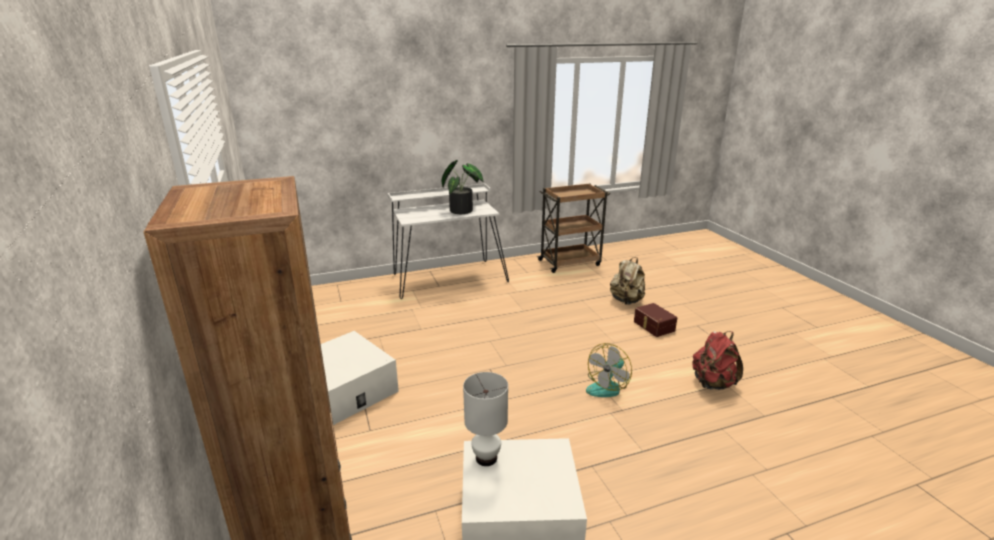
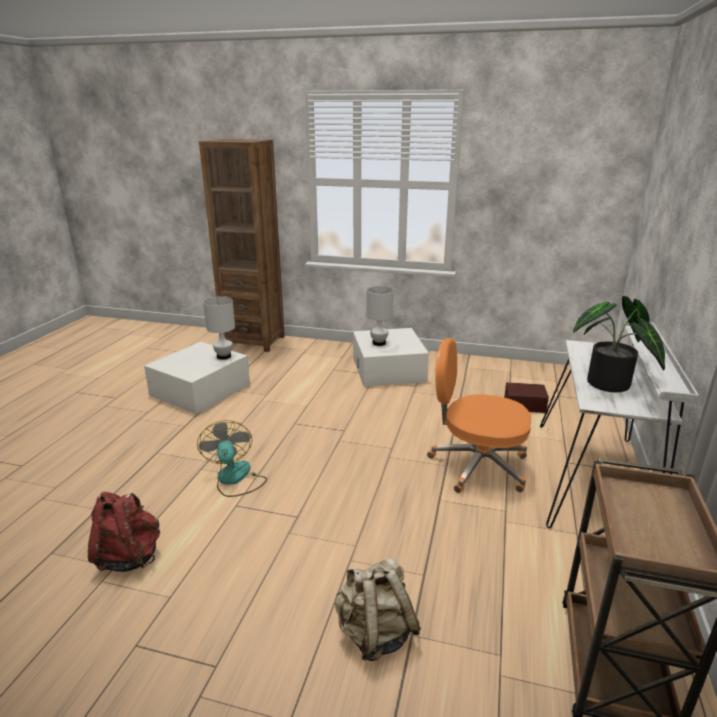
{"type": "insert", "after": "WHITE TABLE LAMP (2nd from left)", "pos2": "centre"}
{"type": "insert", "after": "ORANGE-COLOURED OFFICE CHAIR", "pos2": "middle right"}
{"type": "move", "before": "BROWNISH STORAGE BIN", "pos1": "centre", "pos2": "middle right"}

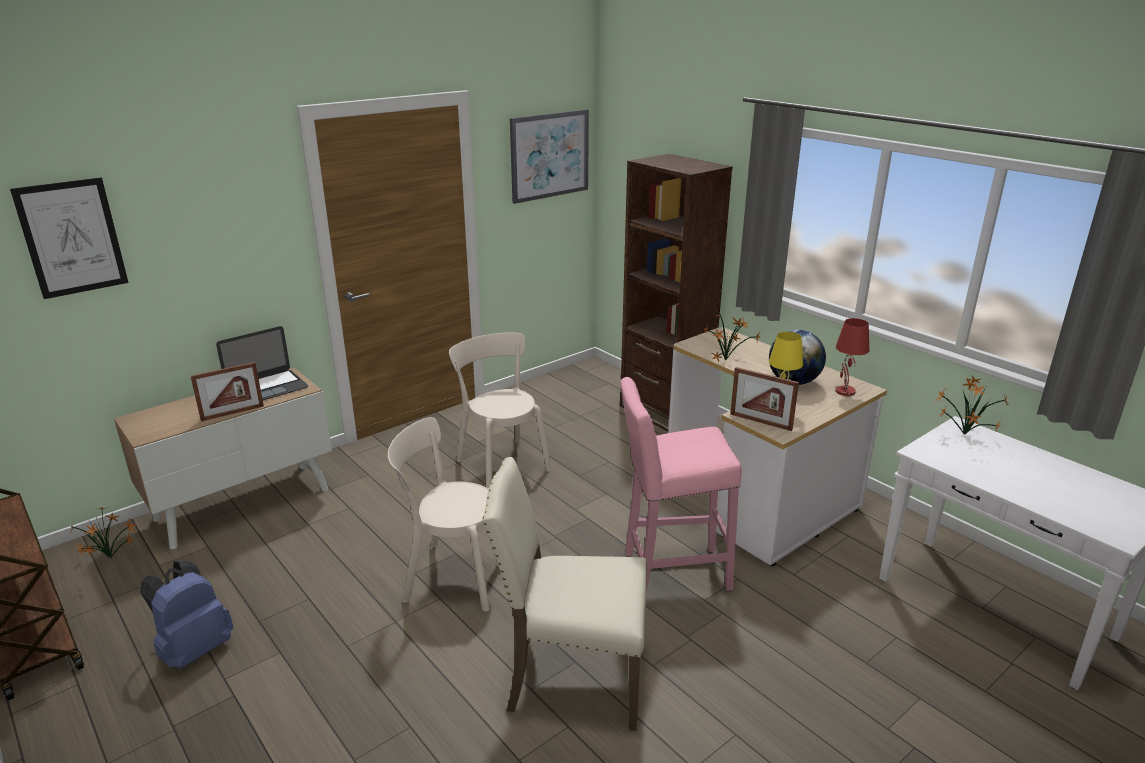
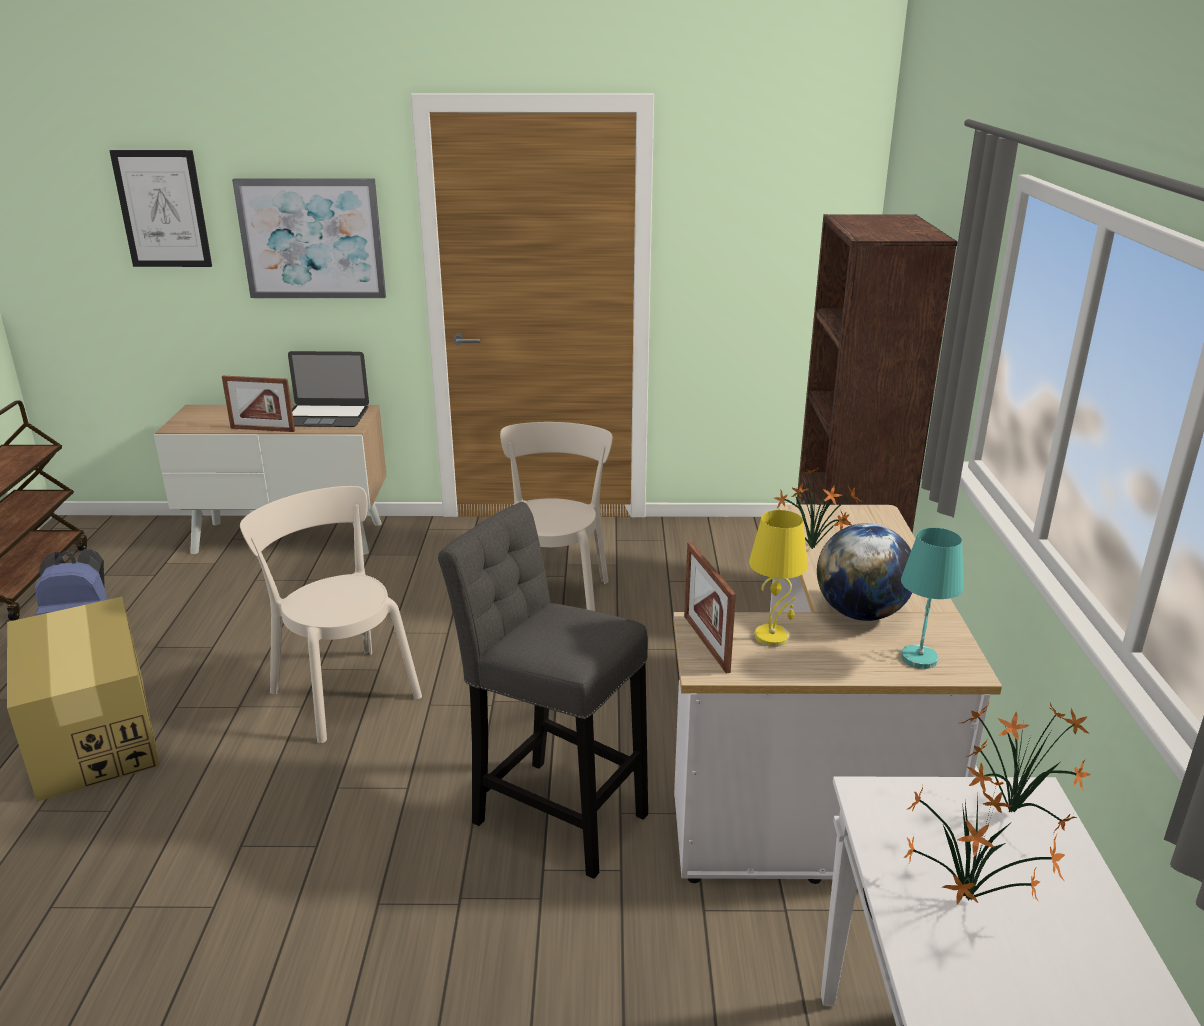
{"type": "delete", "before": "BEIGE UPRIGHT CHAIR (3rd from left)", "pos1": "bottom centre"}
{"type": "insert", "after": "CARDBOARD BOX", "pos2": "bottom left"}
{"type": "move", "before": "PLANT IN A POT (1st from left in the first image)", "after": "PLANT IN A POT (2nd from left)", "pos1": "bottom left", "pos2": "bottom right"}
{"type": "move", "before": "WALL PICTURE (2nd from left)", "pos1": "top centre", "pos2": "top left"}
{"type": "recolor", "before": "PINK-COLOURED STOOL SEAT", "after": "GREY STOOL SEAT", "pos1": "centre", "pos2": "bottom centre"}
{"type": "recolor", "before": "REDDISH TABLE LAMP", "after": "TURQUOISE TABLE LAMP", "pos1": "middle right", "pos2": "middle right"}

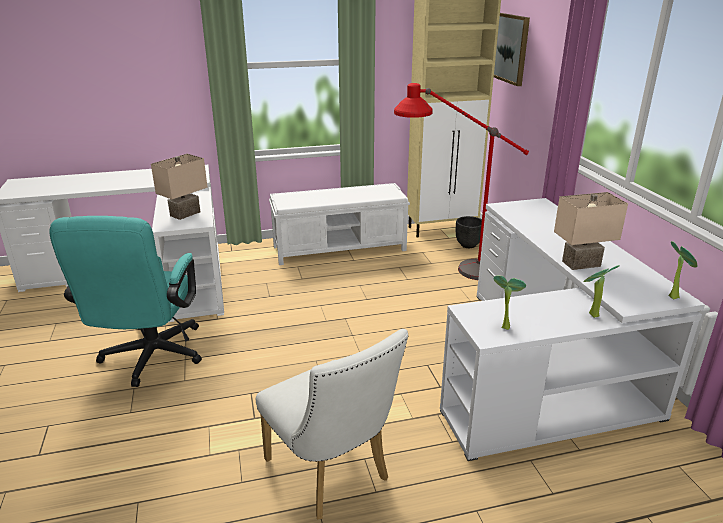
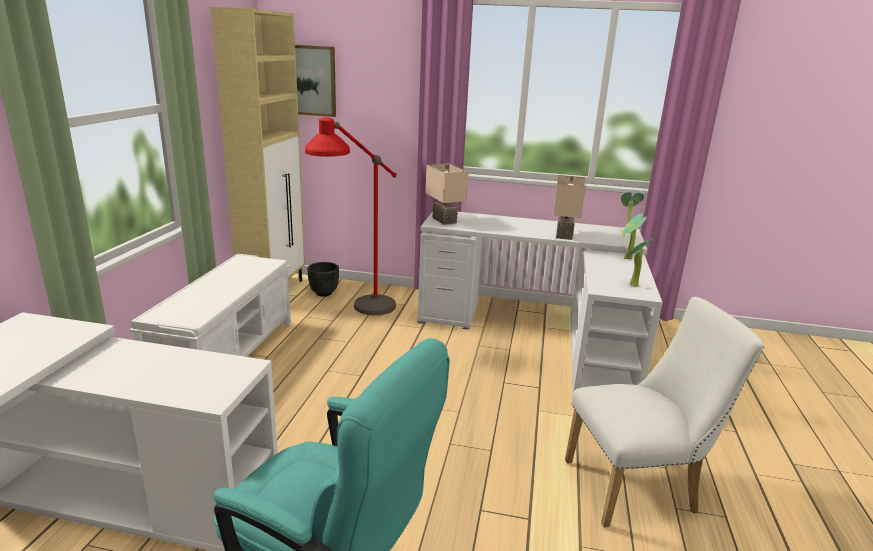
{"type": "move", "before": "BEIGE TABLE LAMP (1st from left)", "pos1": "middle left", "pos2": "centre"}

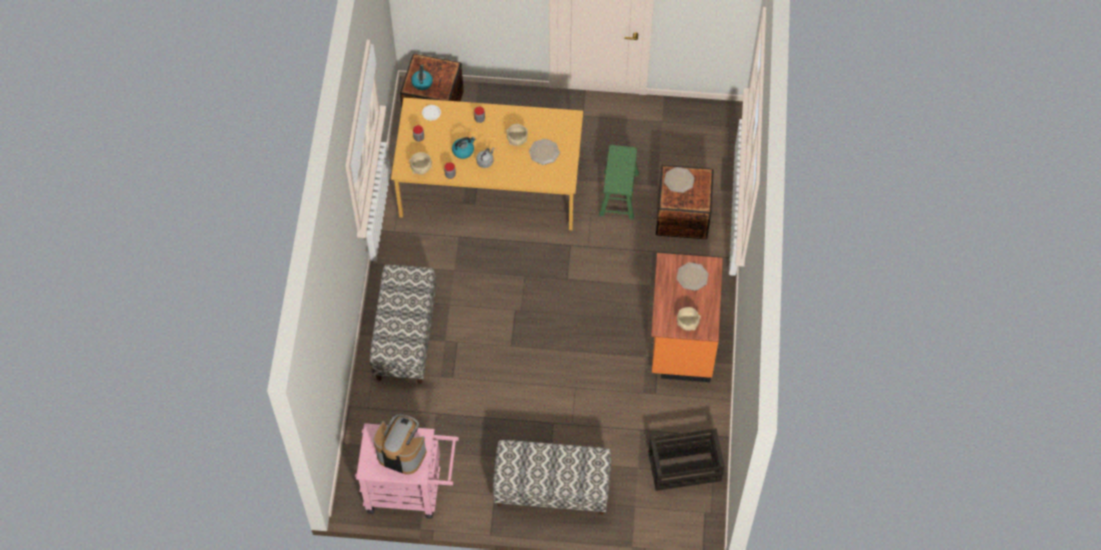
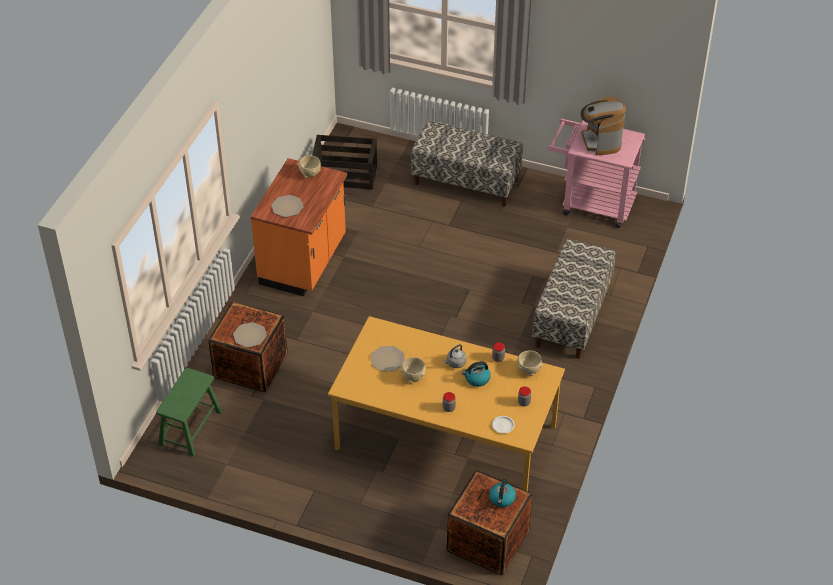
{"type": "move", "before": "GREEN-COLOURED STOOL SEAT", "pos1": "top centre", "pos2": "bottom left"}
{"type": "rotate", "before": "COFFEE MACHINE", "pos1": "bottom centre", "pos2": "top right", "turn": 45}

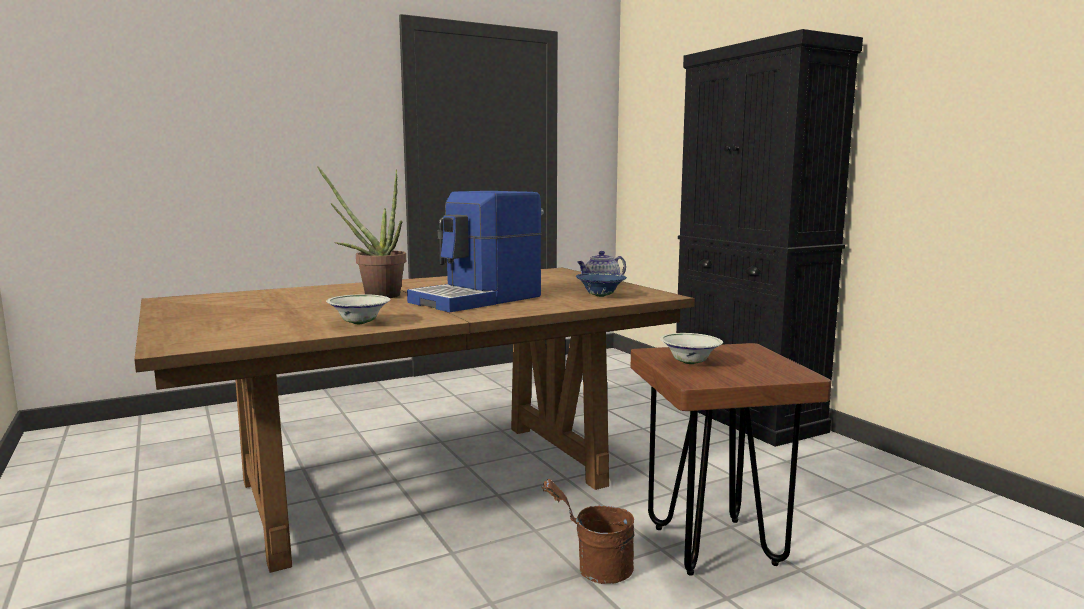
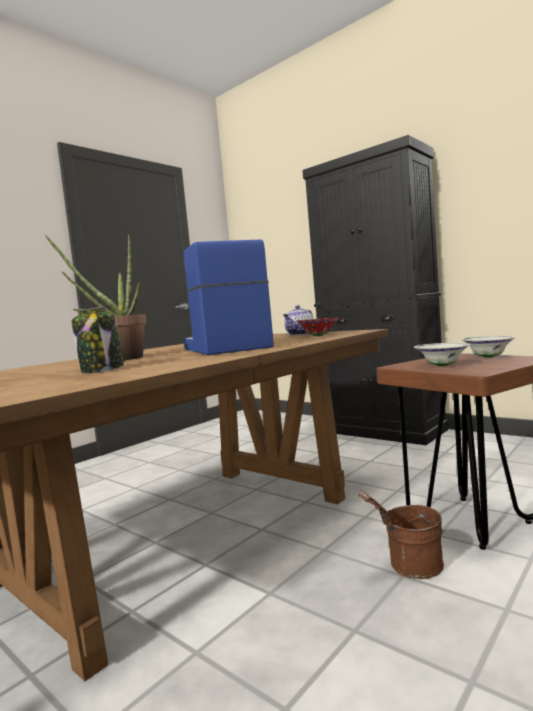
{"type": "insert", "after": "JAR", "pos2": "middle left"}
{"type": "move", "before": "WHITE DEEP DISH (1st from left in the first image)", "after": "WHITE DEEP DISH (2nd from left)", "pos1": "middle left", "pos2": "middle right"}
{"type": "recolor", "before": "BLUE-COLOURED DEEP DISH", "after": "REDDISH DEEP DISH", "pos1": "centre", "pos2": "centre"}
{"type": "rotate", "before": "COFFEE MACHINE", "pos1": "centre", "pos2": "centre", "turn": 135}

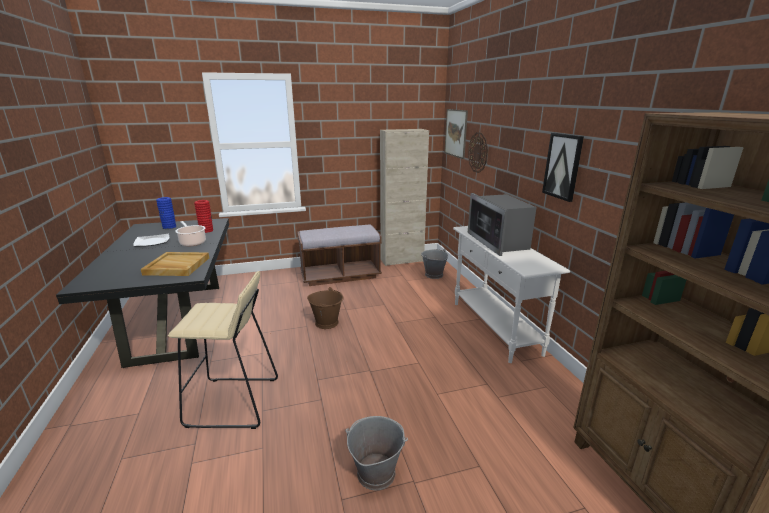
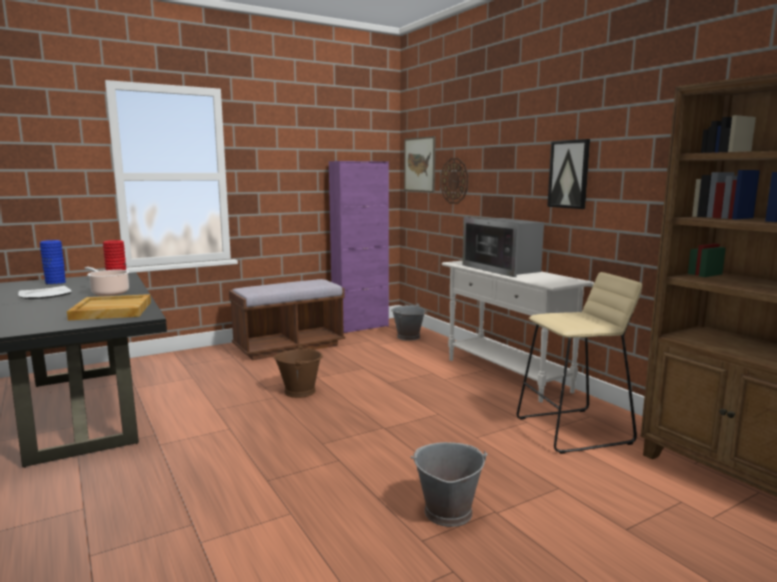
{"type": "move", "before": "BEIGE STOOL SEAT", "pos1": "bottom left", "pos2": "middle right"}
{"type": "recolor", "before": "BEIGE CUPBOARD", "after": "PURPLE CUPBOARD", "pos1": "centre", "pos2": "centre"}

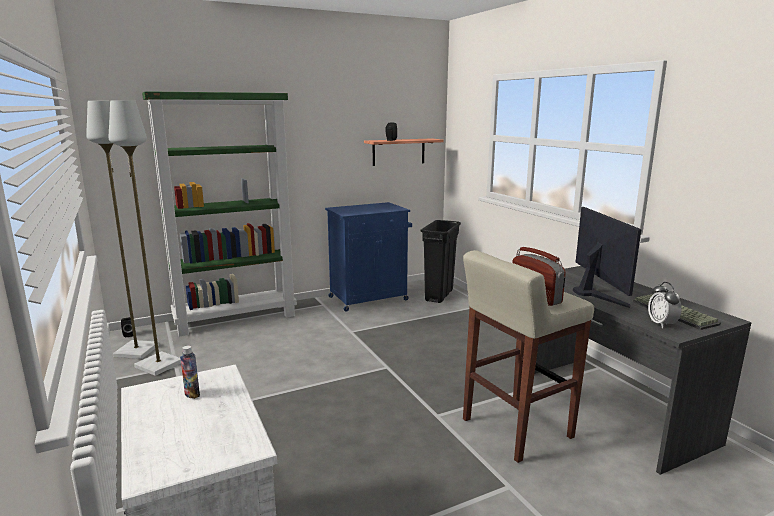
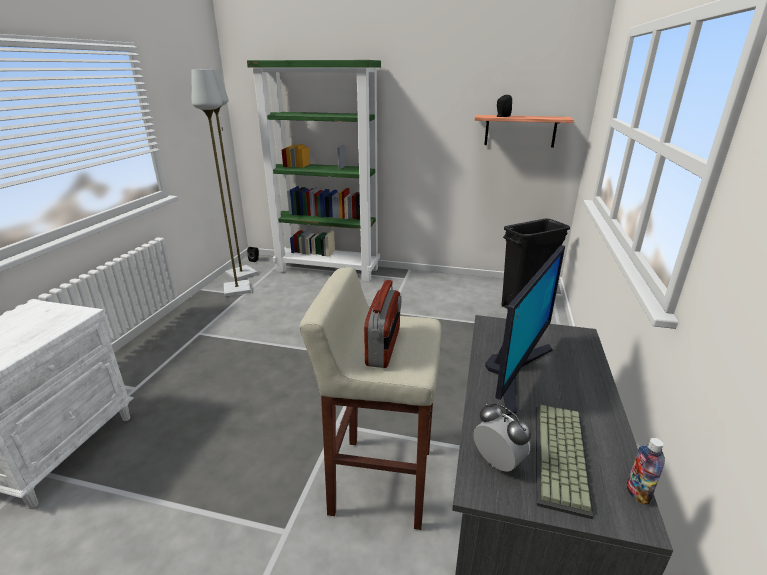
{"type": "delete", "before": "BLUE-COLOURED CUPBOARD", "pos1": "centre"}
{"type": "move", "before": "BEVERAGE BOTTLE", "pos1": "bottom left", "pos2": "bottom right"}
{"type": "rotate", "before": "TABLE CLOCK", "pos1": "middle right", "pos2": "bottom centre", "turn": 105}

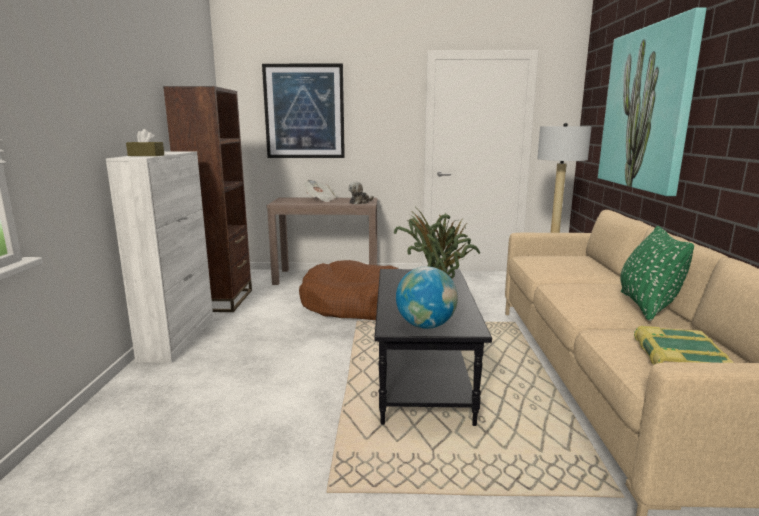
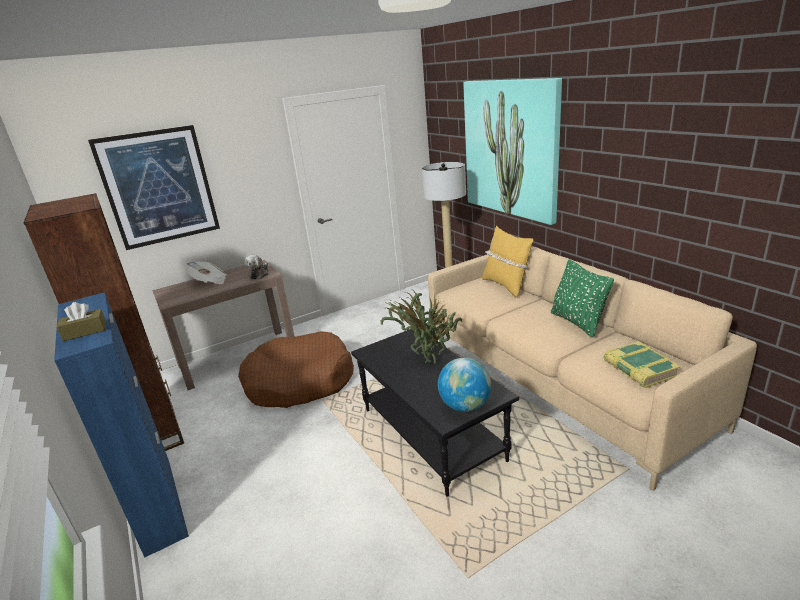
{"type": "insert", "after": "YELLOWISH PILLOW", "pos2": "centre"}
{"type": "recolor", "before": "WHITE CUPBOARD", "after": "BLUE-COLOURED CUPBOARD", "pos1": "middle left", "pos2": "bottom left"}

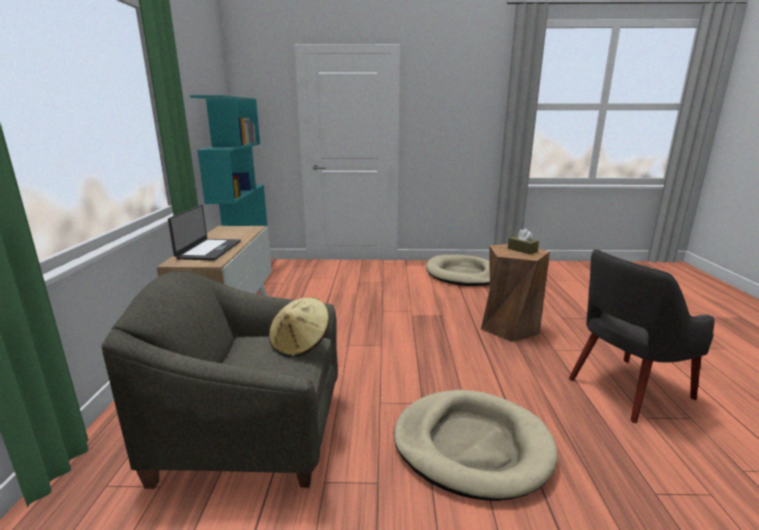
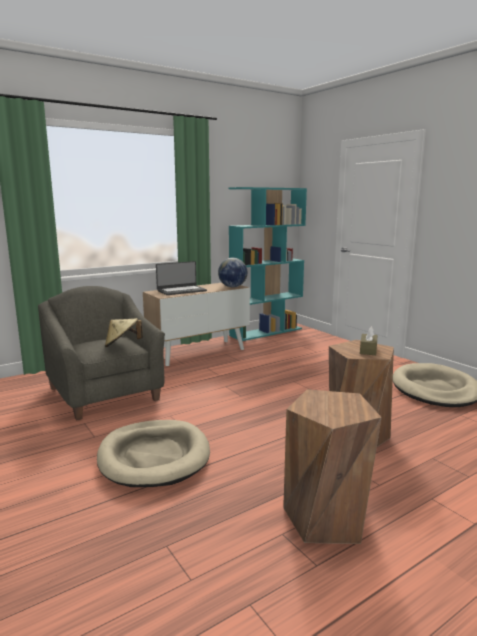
{"type": "insert", "after": "GLOBE", "pos2": "centre"}
{"type": "replace", "before": "GREY ARMCHAIR (2nd from left)", "after": "BROWNISH STOOL SEAT (1st from left)", "pos1": "middle right", "pos2": "bottom right"}

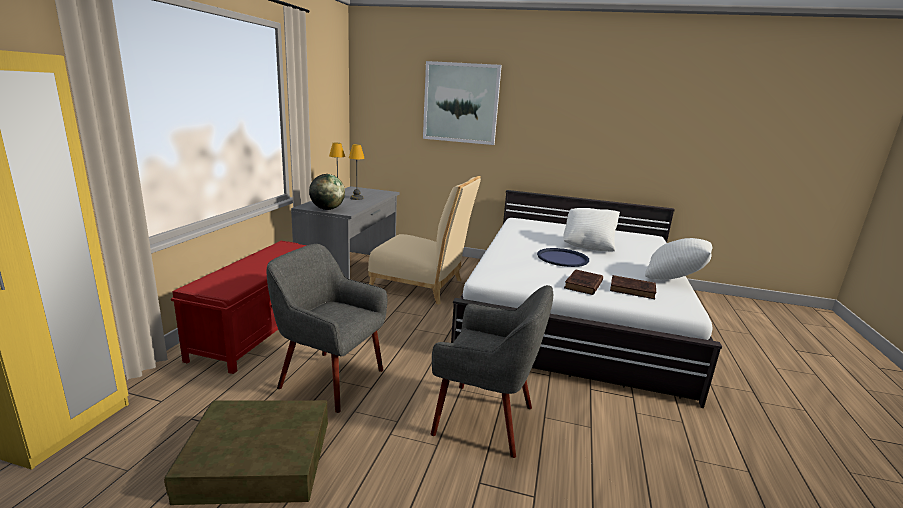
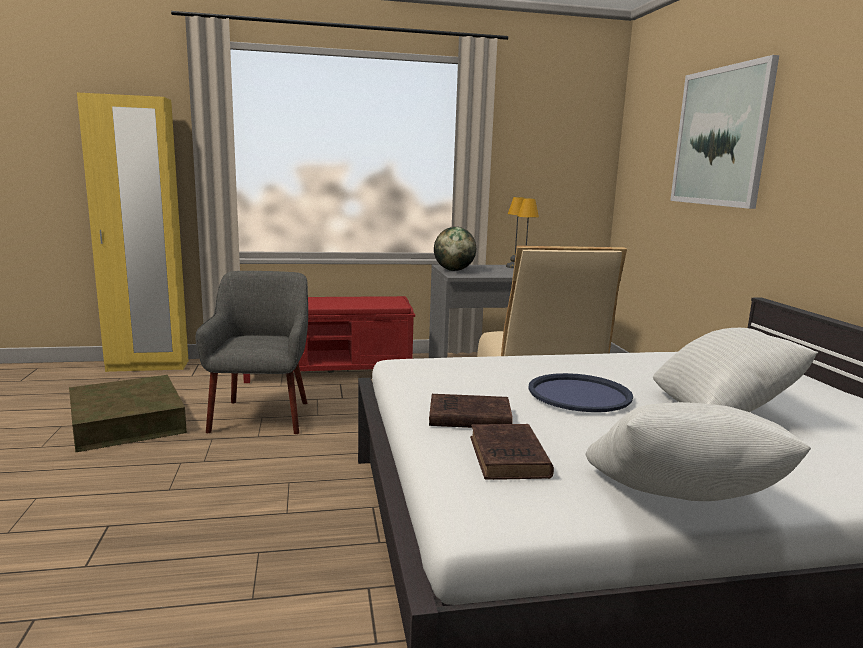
{"type": "delete", "before": "GREY ARMCHAIR (2nd from left)", "pos1": "bottom centre"}

